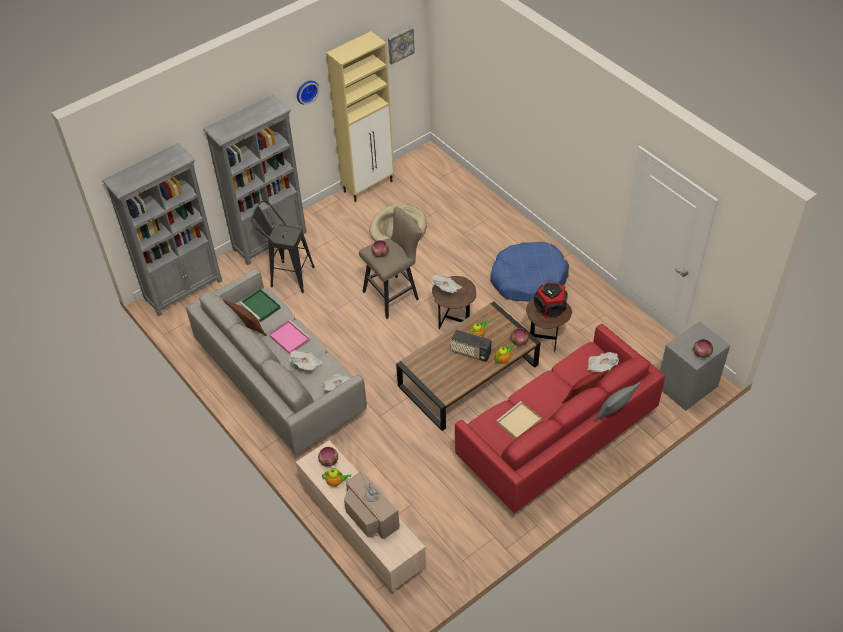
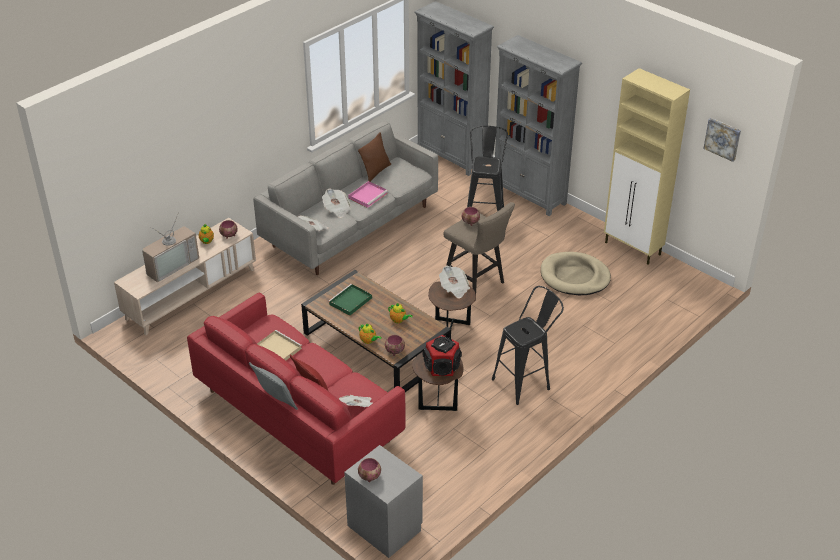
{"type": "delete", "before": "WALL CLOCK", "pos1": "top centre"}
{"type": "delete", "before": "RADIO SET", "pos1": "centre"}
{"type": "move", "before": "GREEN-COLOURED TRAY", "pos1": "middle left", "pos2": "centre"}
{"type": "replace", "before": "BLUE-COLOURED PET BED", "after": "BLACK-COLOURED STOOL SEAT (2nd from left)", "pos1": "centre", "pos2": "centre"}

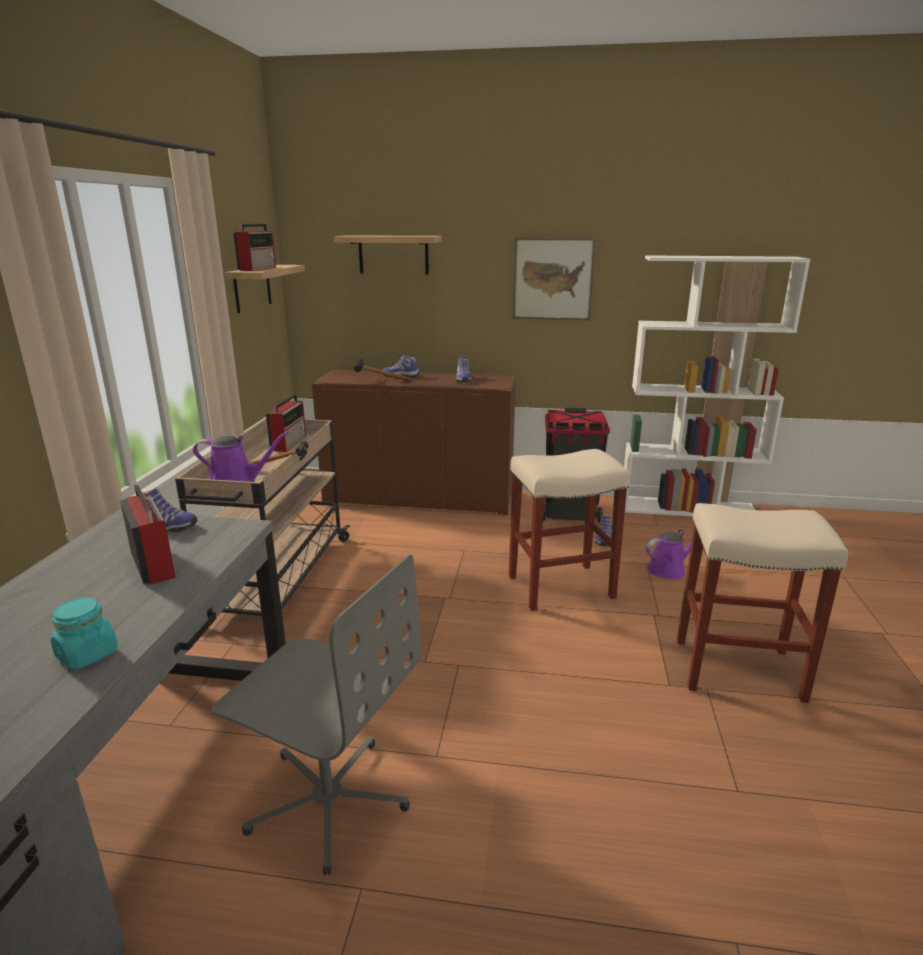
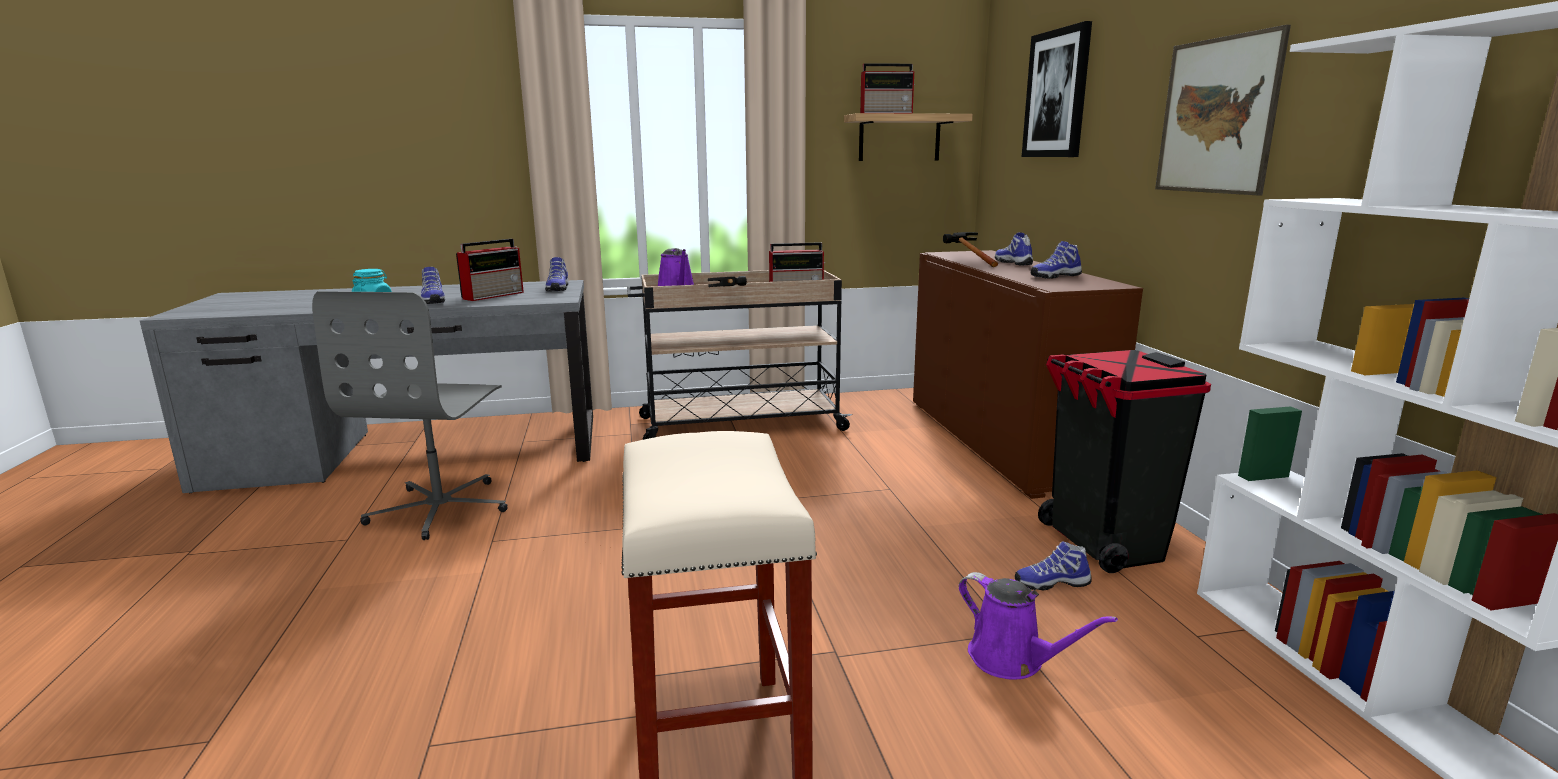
{"type": "delete", "before": "BEIGE STOOL SEAT (1st from left)", "pos1": "centre"}
{"type": "insert", "after": "SHOE (1st from left)", "pos2": "middle left"}
{"type": "replace", "before": "SHELF (2nd from left)", "after": "WALL PICTURE (1st from left)", "pos1": "top centre", "pos2": "top right"}

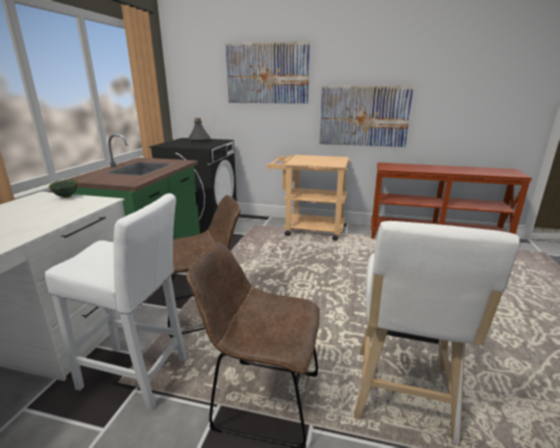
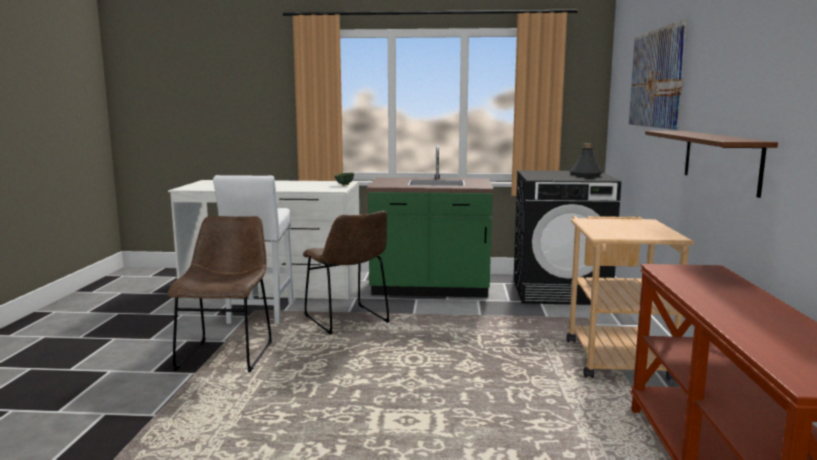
{"type": "delete", "before": "WHITE STOOL SEAT (2nd from left)", "pos1": "bottom right"}
{"type": "replace", "before": "WALL PICTURE (2nd from left)", "after": "BROWNISH SHELF", "pos1": "top centre", "pos2": "middle right"}

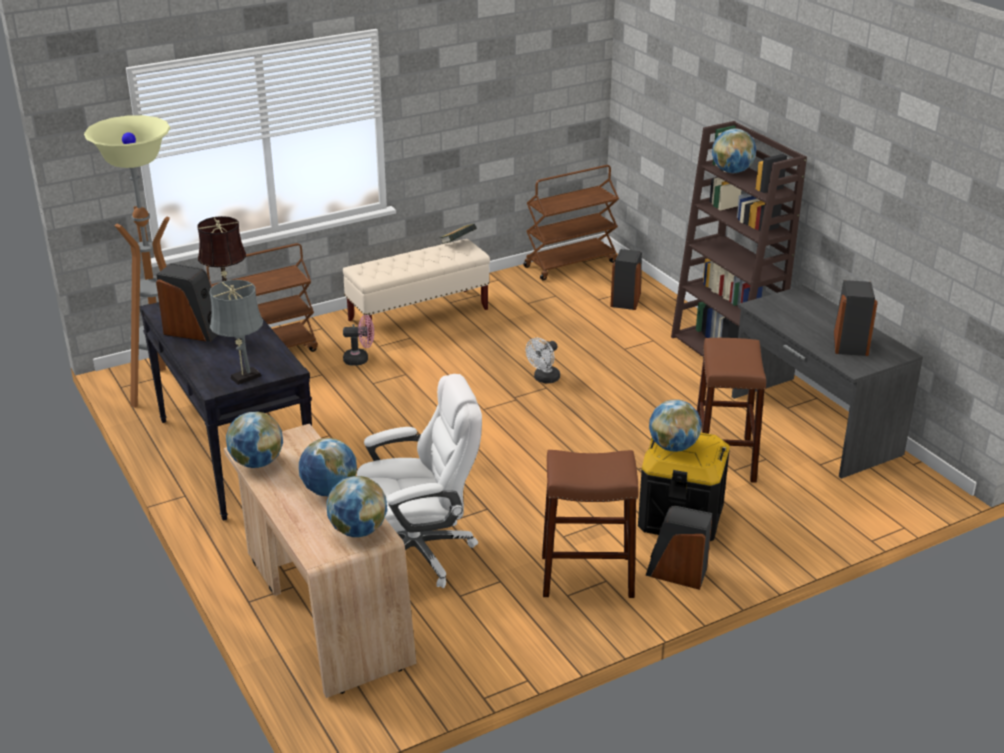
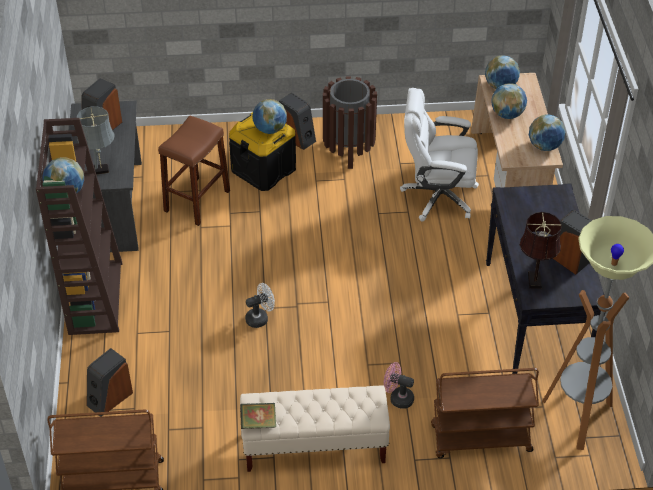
{"type": "move", "before": "GREY TABLE LAMP", "pos1": "middle left", "pos2": "top left"}
{"type": "replace", "before": "BROWNISH STOOL SEAT (1st from left)", "after": "BROWNISH WASTE BIN", "pos1": "bottom centre", "pos2": "top centre"}

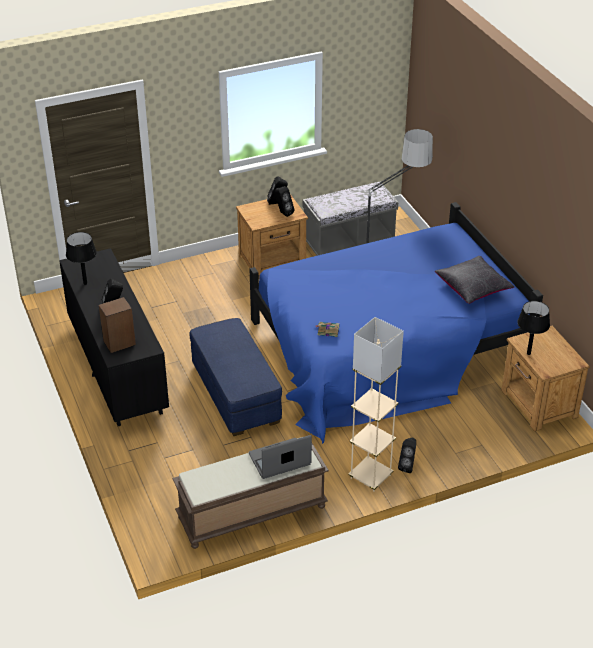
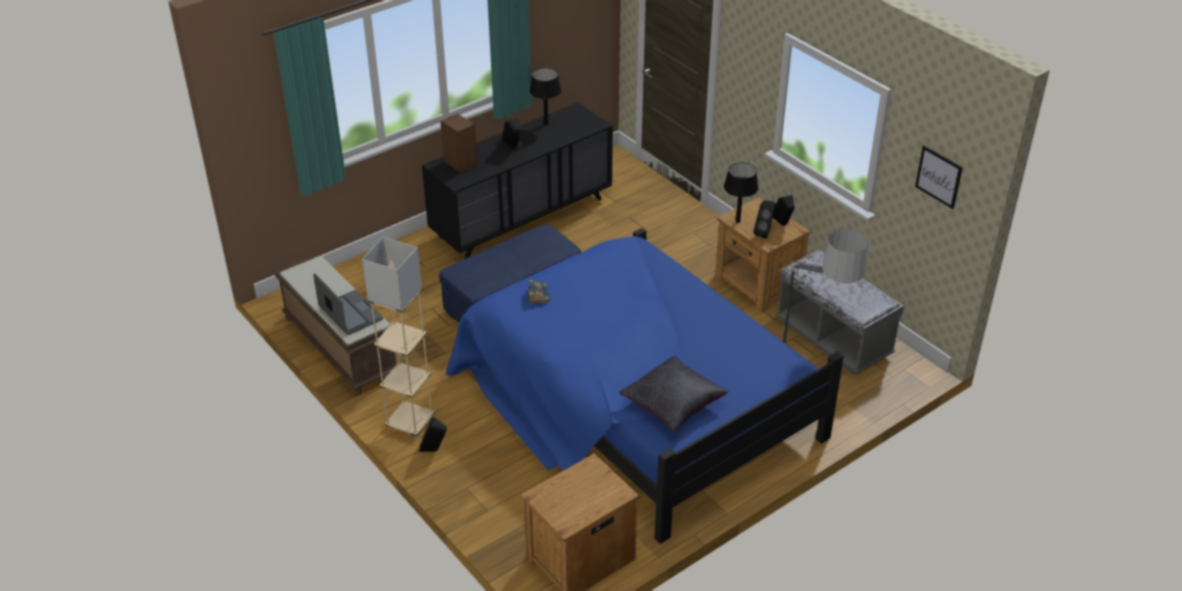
{"type": "insert", "after": "WALL PICTURE", "pos2": "top right"}
{"type": "move", "before": "BLACK-COLOURED TABLE LAMP (2nd from left)", "pos1": "middle right", "pos2": "top centre"}

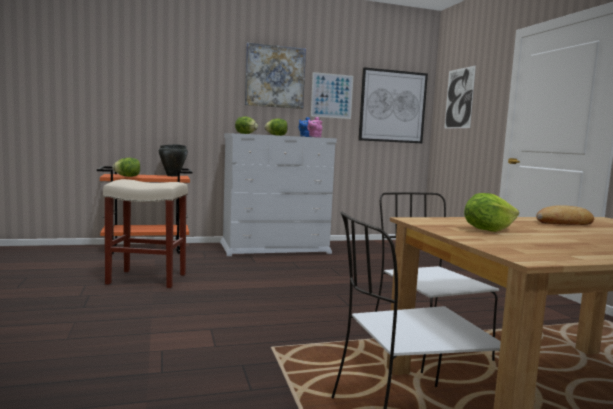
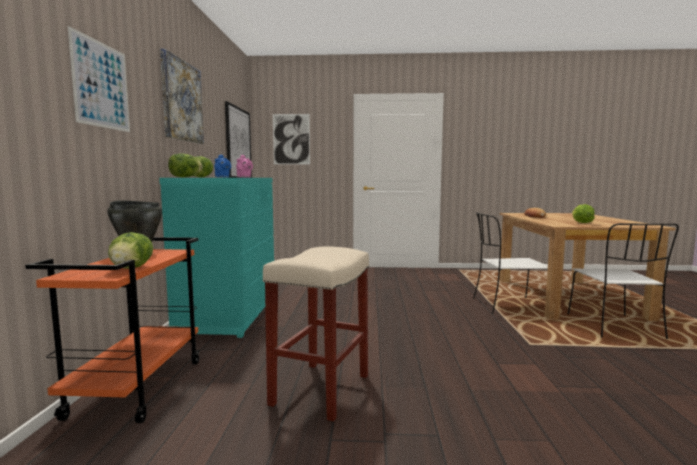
{"type": "move", "before": "WALL PICTURE (2nd from left in the first image)", "after": "WALL PICTURE (1st from left)", "pos1": "top centre", "pos2": "top left"}
{"type": "recolor", "before": "WHITE DRESSER", "after": "TURQUOISE DRESSER", "pos1": "centre", "pos2": "middle left"}

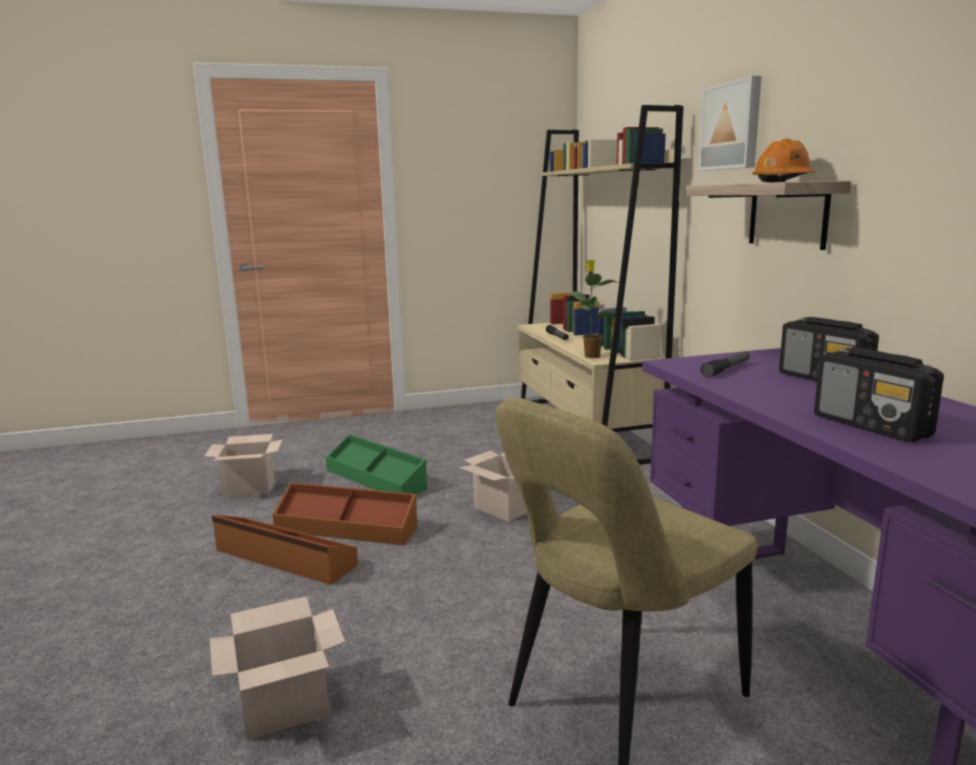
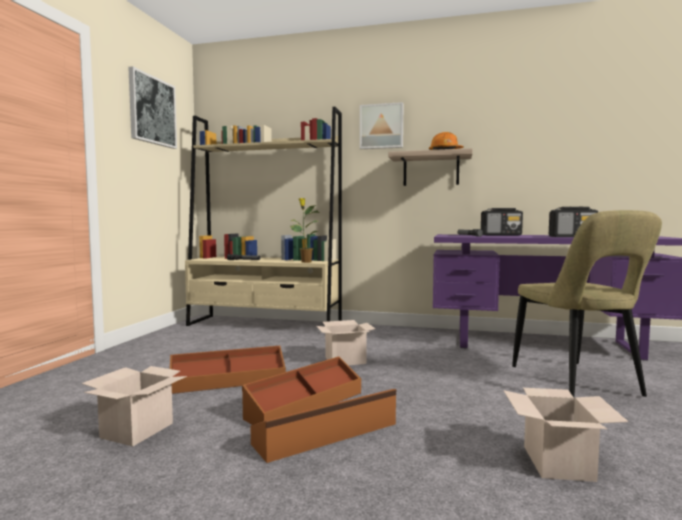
{"type": "insert", "after": "WALL PICTURE (1st from left)", "pos2": "top left"}
{"type": "recolor", "before": "GREEN-COLOURED STORAGE BIN", "after": "BROWNISH STORAGE BIN (1st from left)", "pos1": "centre", "pos2": "bottom centre"}

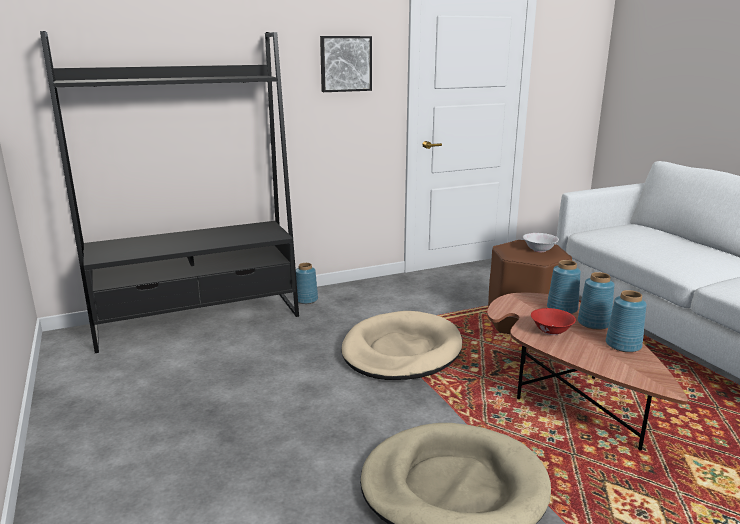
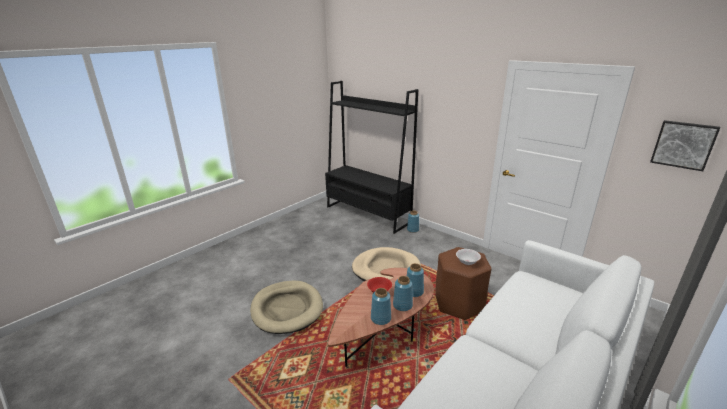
{"type": "move", "before": "WALL PICTURE", "pos1": "top centre", "pos2": "middle right"}

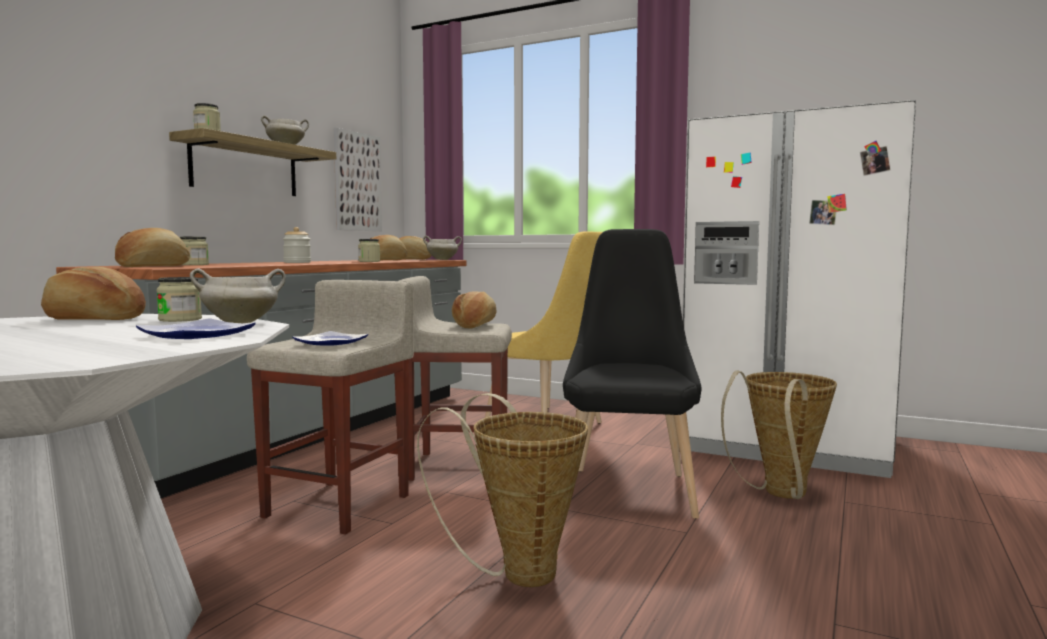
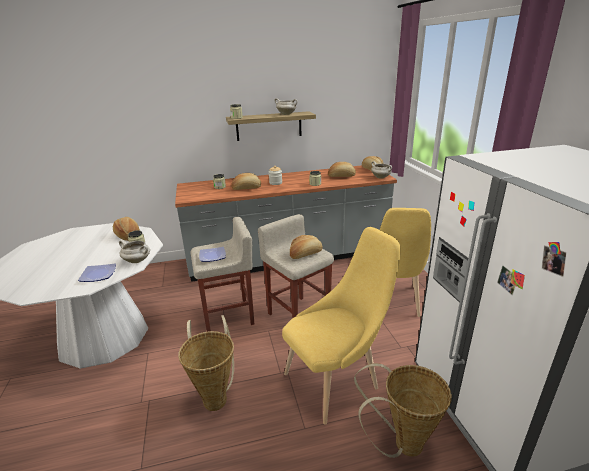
{"type": "delete", "before": "WALL PICTURE", "pos1": "top centre"}
{"type": "move", "before": "BREAD (2nd from left)", "pos1": "middle left", "pos2": "centre"}
{"type": "recolor", "before": "BLACK-COLOURED UPRIGHT CHAIR", "after": "YELLOWISH UPRIGHT CHAIR (1st from left)", "pos1": "centre", "pos2": "bottom centre"}

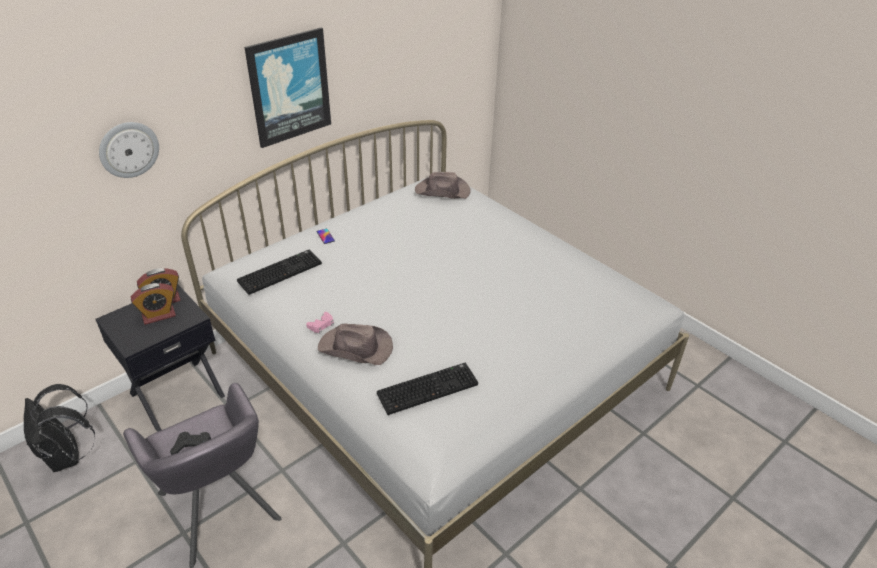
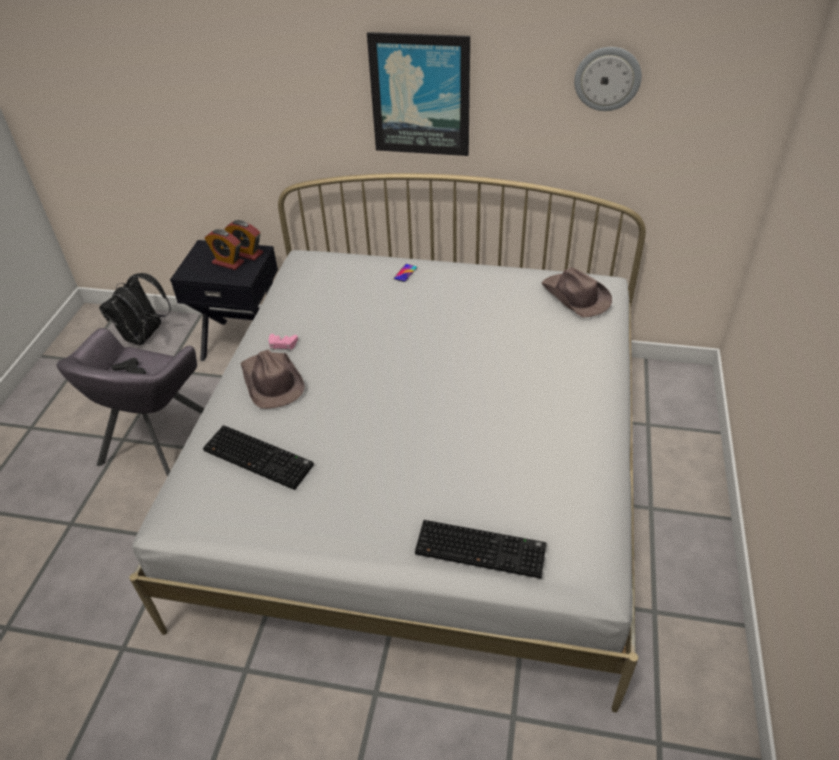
{"type": "move", "before": "WALL CLOCK", "pos1": "top left", "pos2": "top right"}
{"type": "move", "before": "COMPUTER KEYBOARD (1st from left in the first image)", "after": "COMPUTER KEYBOARD (2nd from left)", "pos1": "middle left", "pos2": "bottom centre"}

